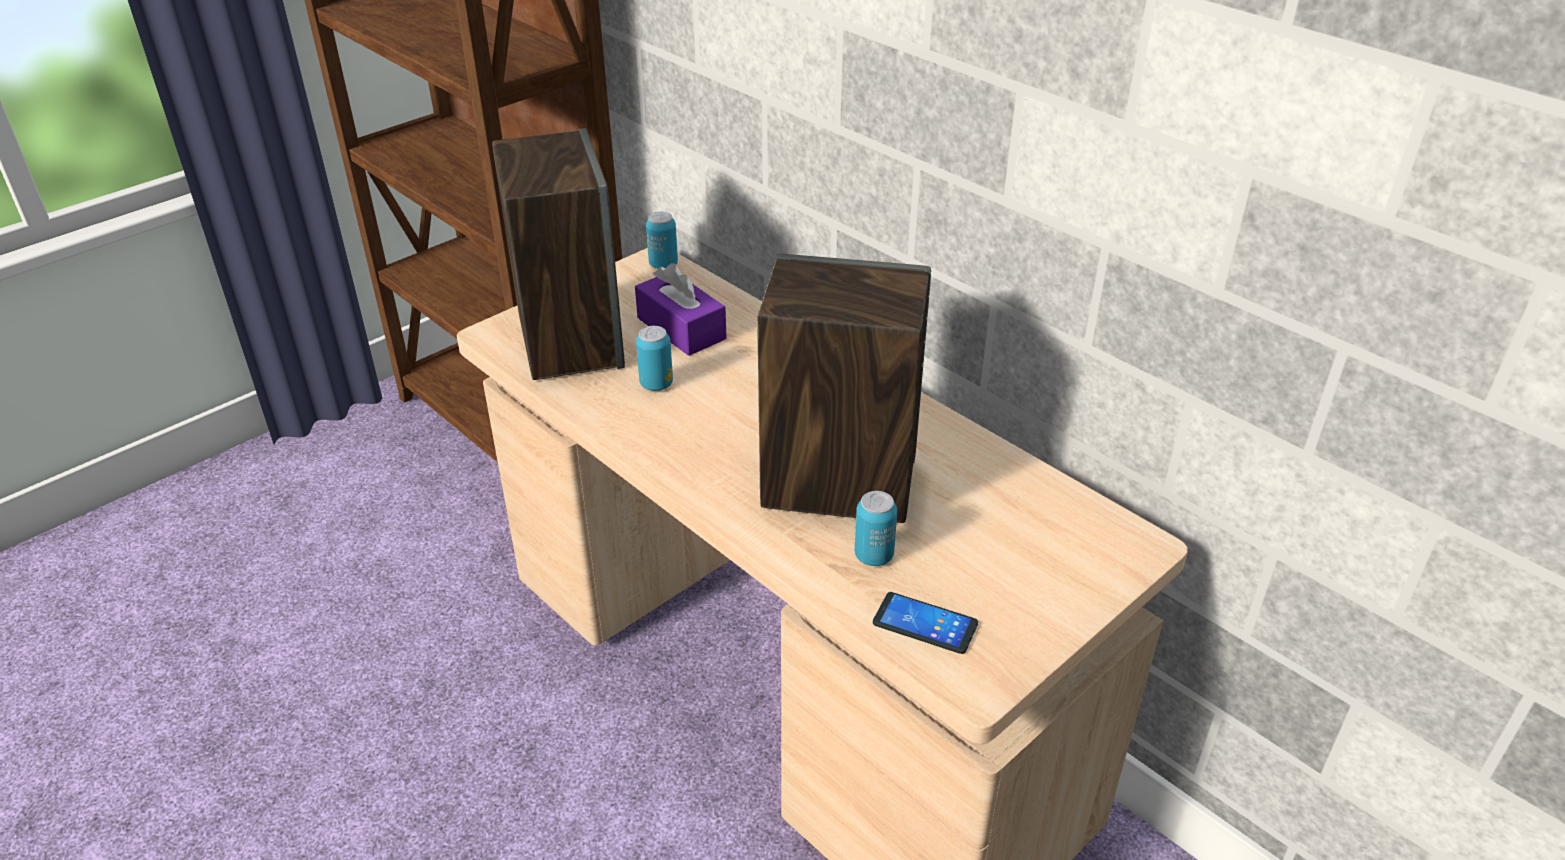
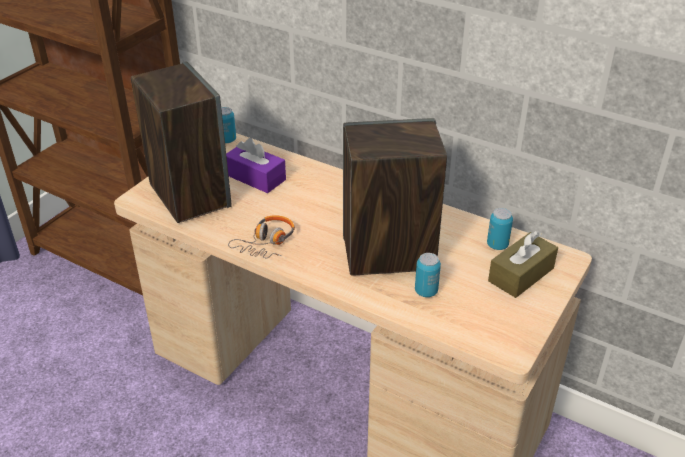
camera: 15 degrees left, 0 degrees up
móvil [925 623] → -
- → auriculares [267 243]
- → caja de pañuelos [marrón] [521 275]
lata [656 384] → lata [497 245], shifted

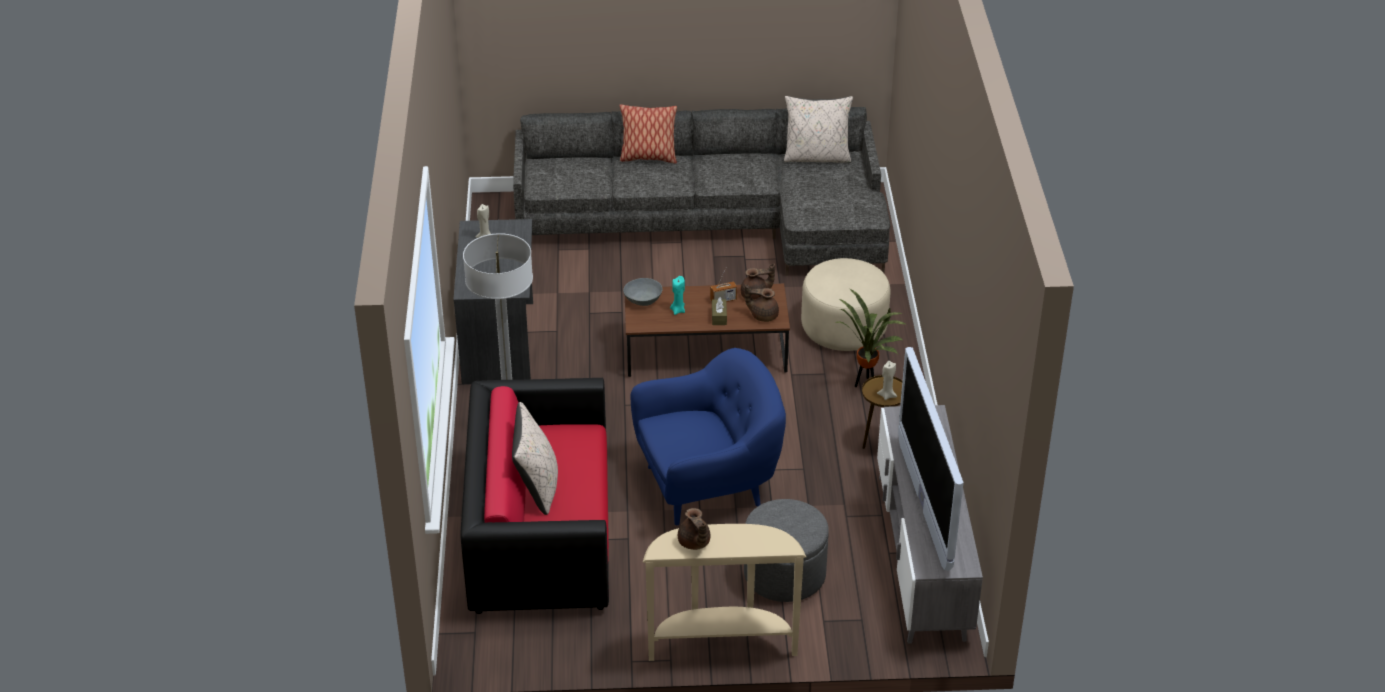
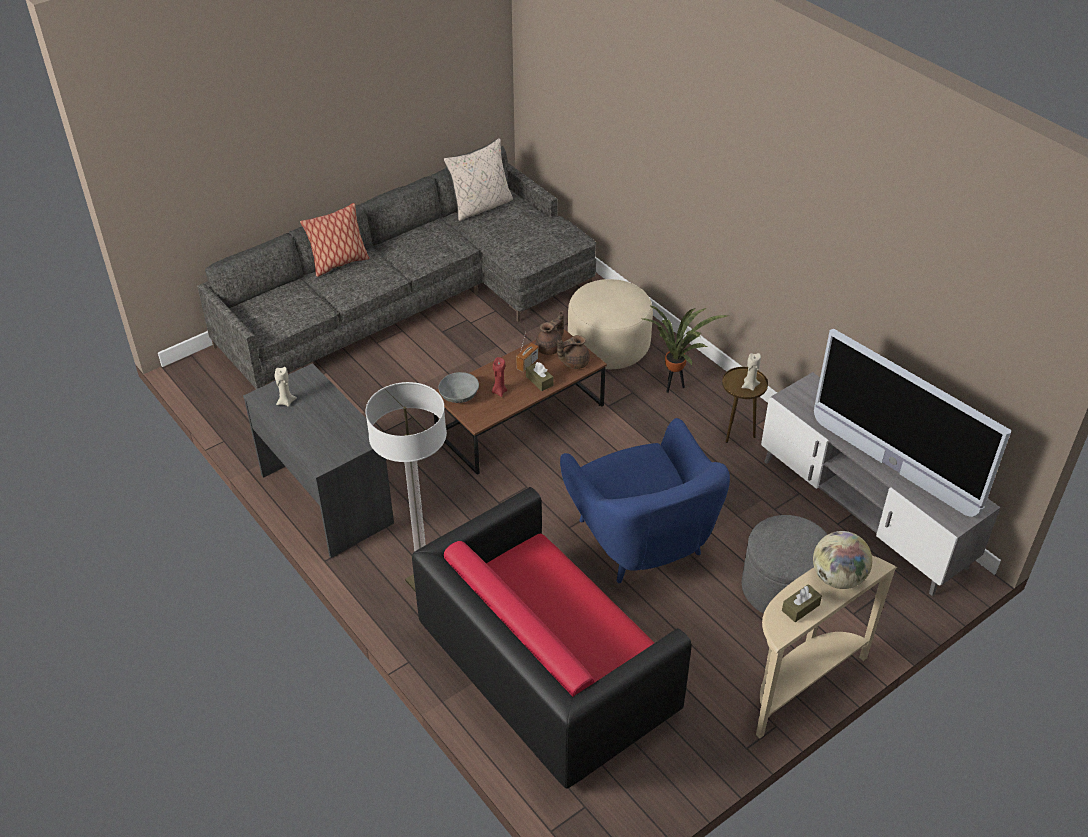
camera: 35 degrees left, 5 degrees up
cojín [beis] [537 487] → -
- → globo terráqueo [837 578]
tetera [marrón] [694 543] → caja de pañuelos [marrón] [800 608]
vela [turquesa] [678 310] → vela [rojo] [499 391]
sillón [azul] [708 485] → sillón [azul] [641 540], 120 degrees clockwise

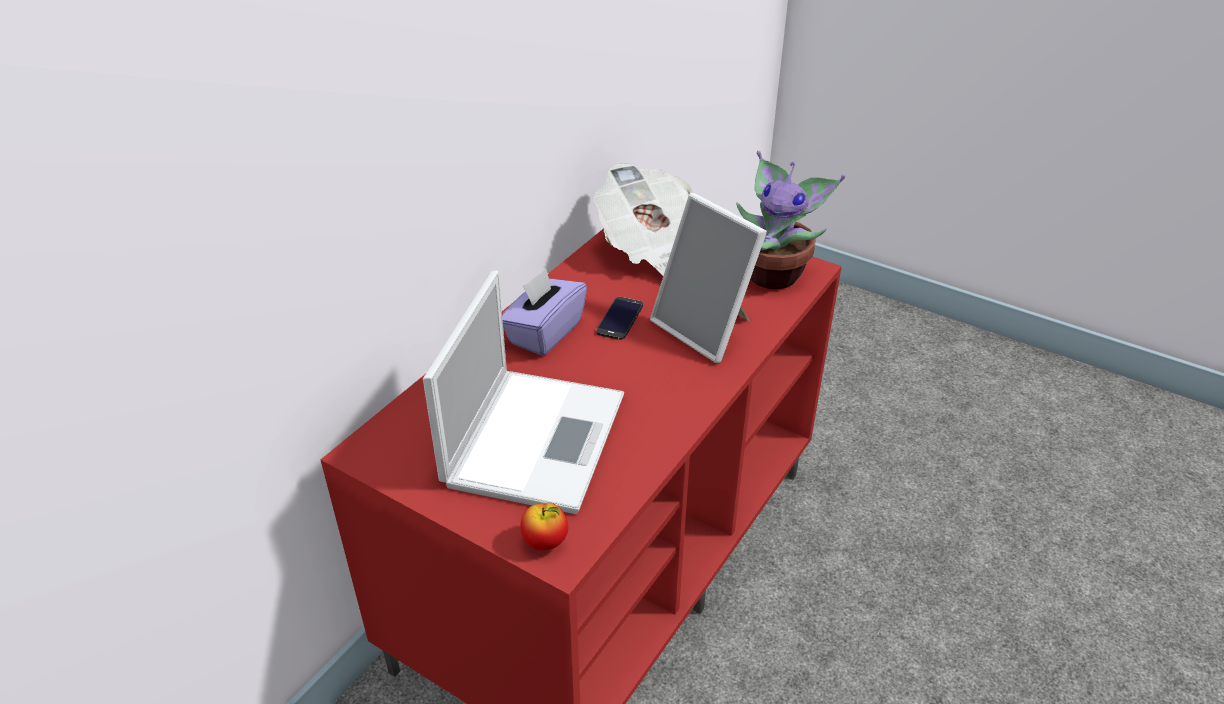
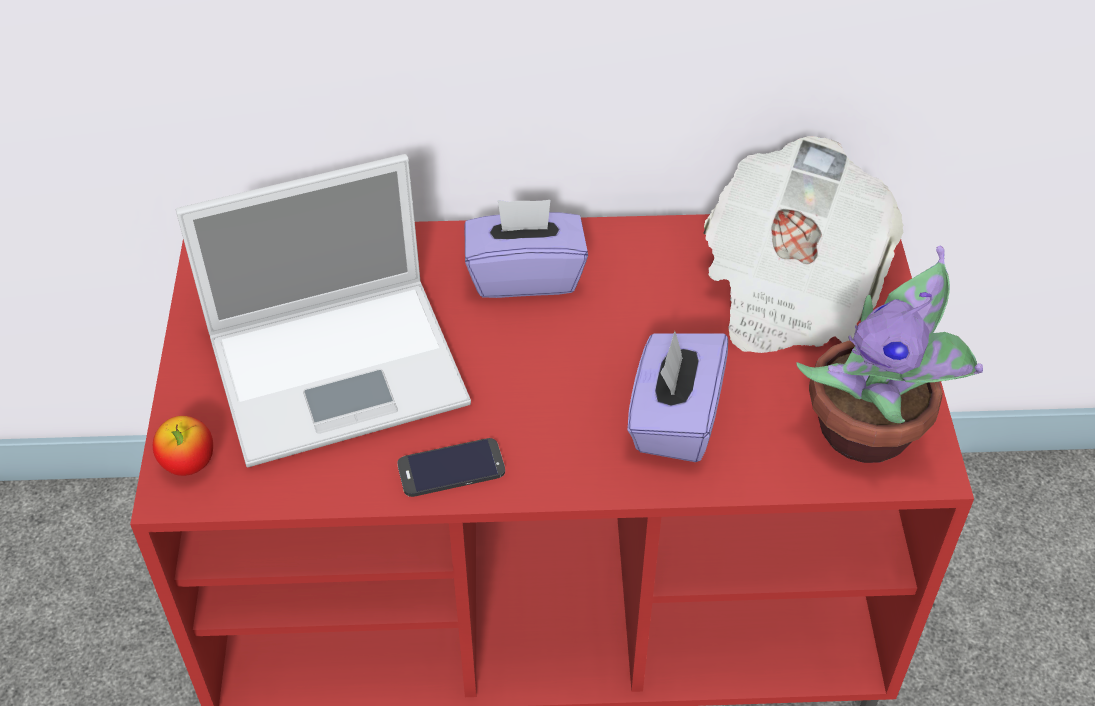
camera: 55 degrees right, 10 degrees up
móvil [619 319] → móvil [451 468], shifted
portarretratos [706 329] → caja de pañuelos [morado] [674 419]

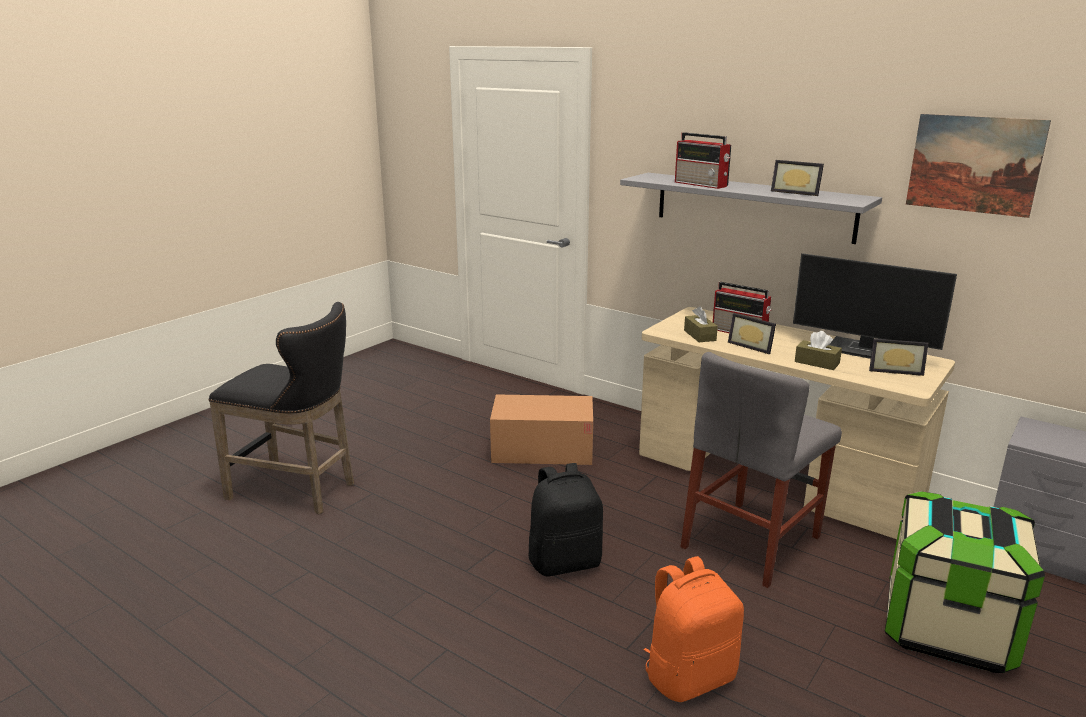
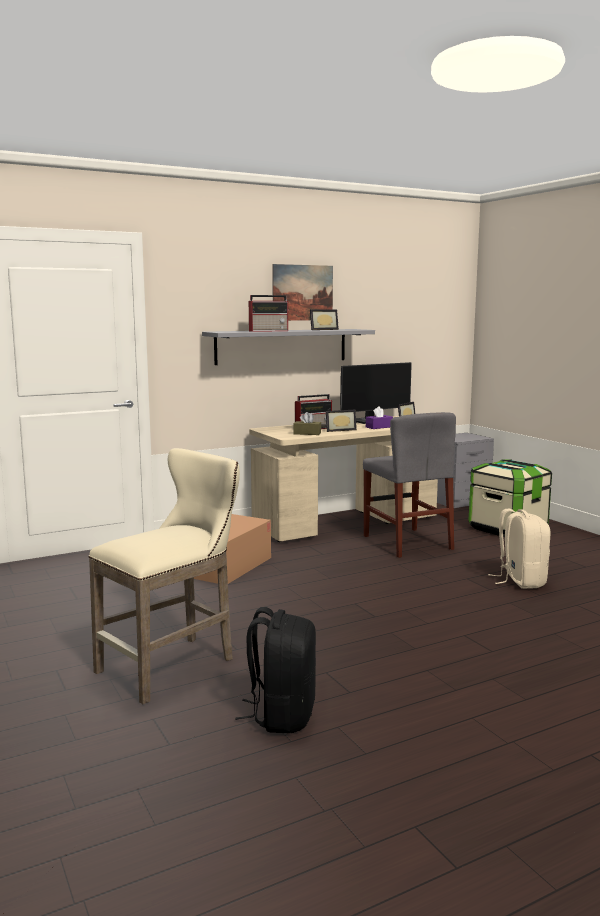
camera: 65 degrees left, 10 degrees down
mochila [negro] [565 562] → mochila [negro] [282 715], shifted
cuadro [974 164] → cuadro [302 292], shifted
taburete [negro] [298 491] → taburete [beis] [174 665]
mochila [naranja] [689 676] → mochila [beis] [520 581]
caja de pañuelos [marrón] [817 362] → caja de pañuelos [morado] [379 427]

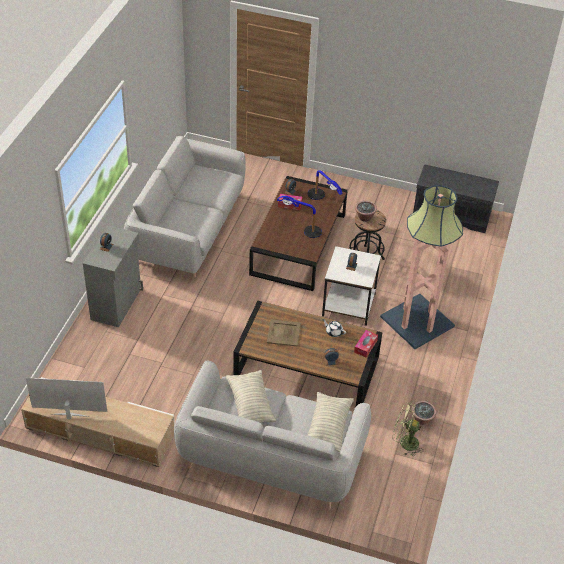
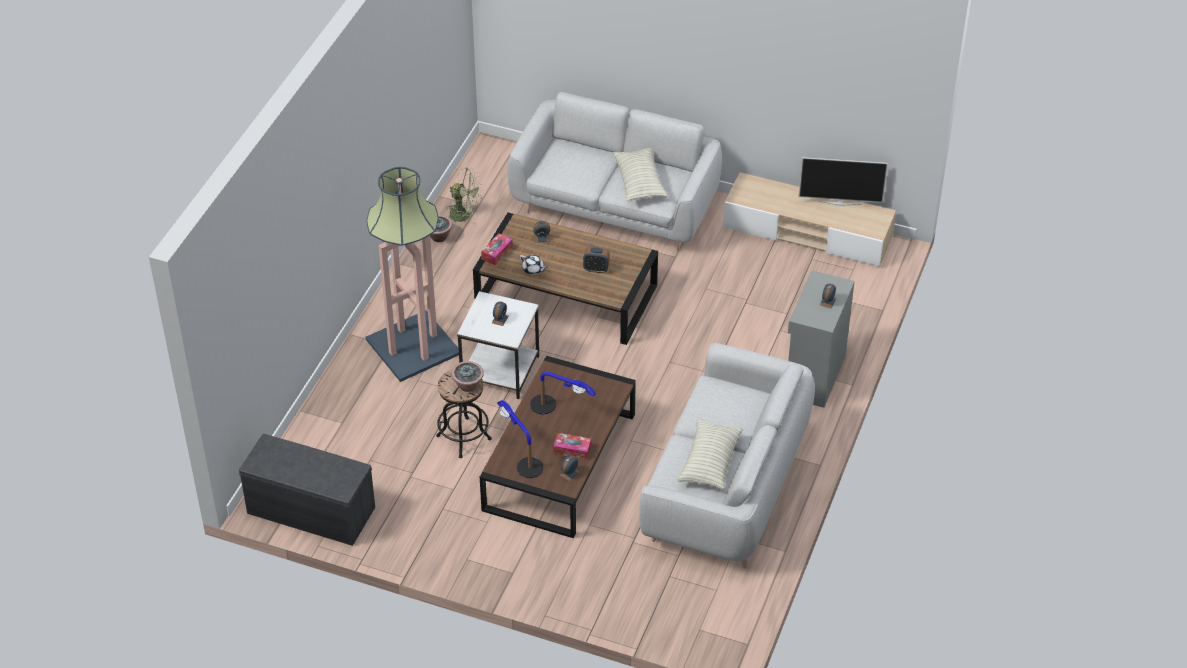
camera: 175 degrees left, 0 degrees up
cojín [328 427] → cojín [709 462], shifted
bandeja [beis] [283 333] → despertador [596 269]

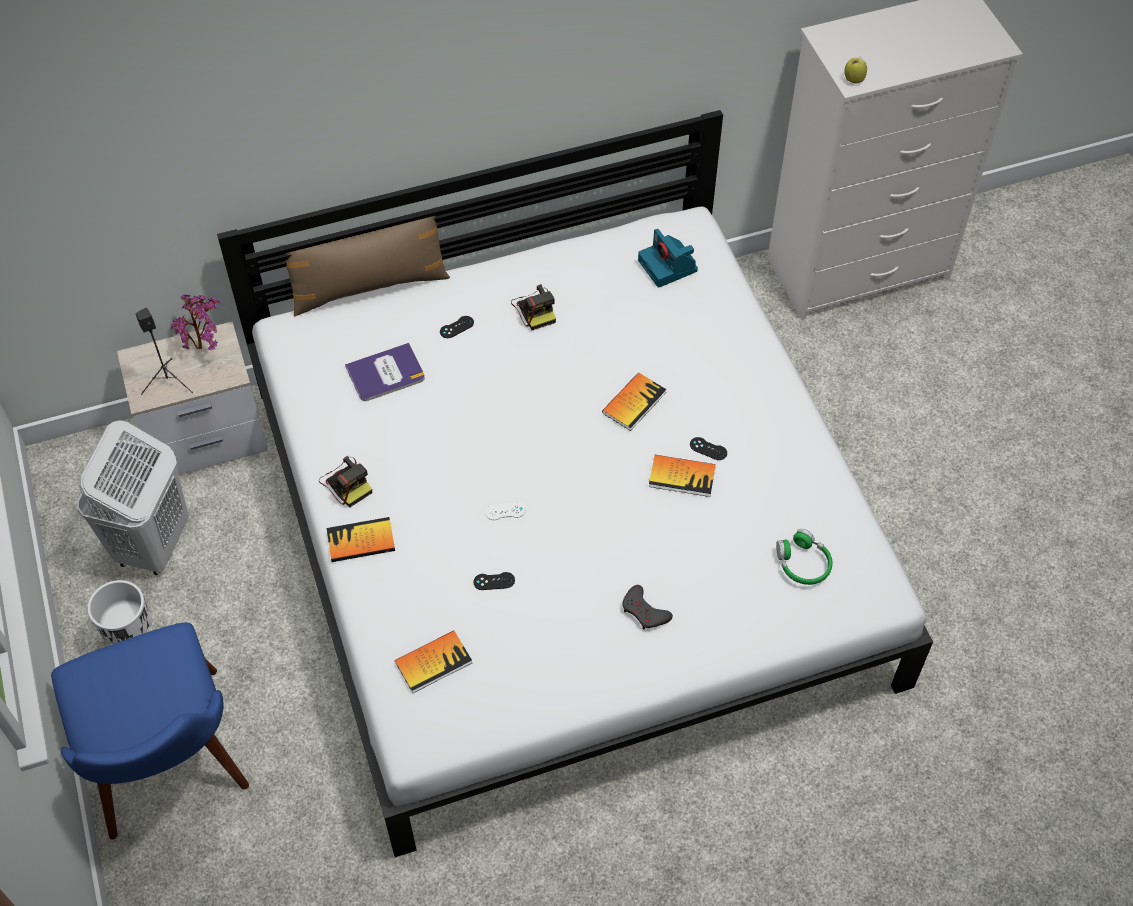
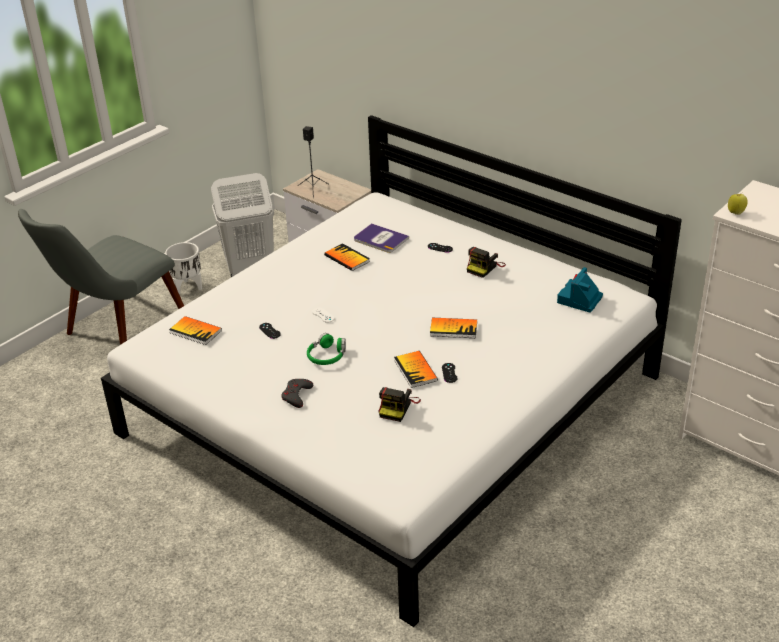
camera: 60 degrees right, 20 degrees down
planta en maceta [204 346] → -
cojín [marrón] [369 286] → -
cámara [346 483] → cámara [398 407], shifted
libro [361 541] → libro [347 258], shifted
auriculares [verde] [803 563] → auriculares [verde] [327 356], shifted
silla [azul] [169 773] → silla [gris] [116 334]

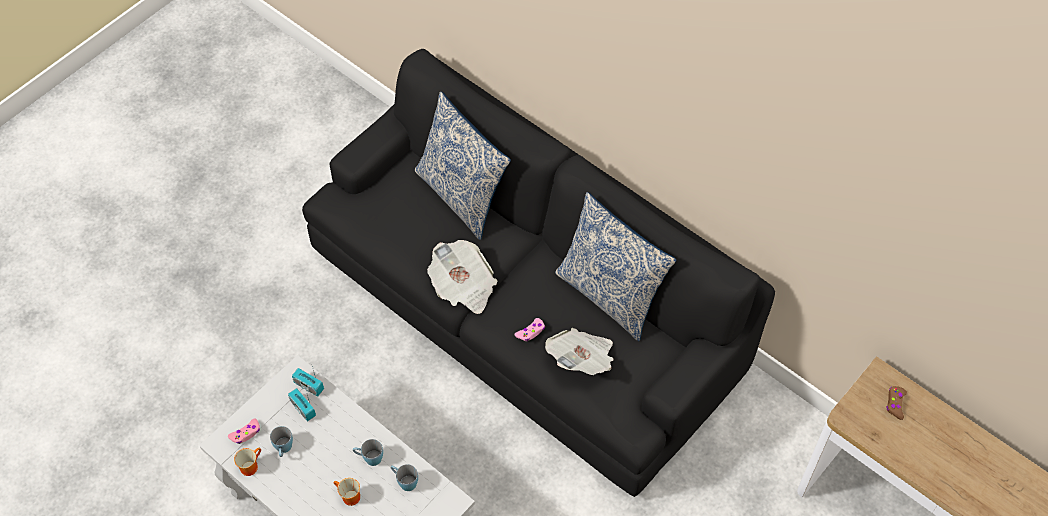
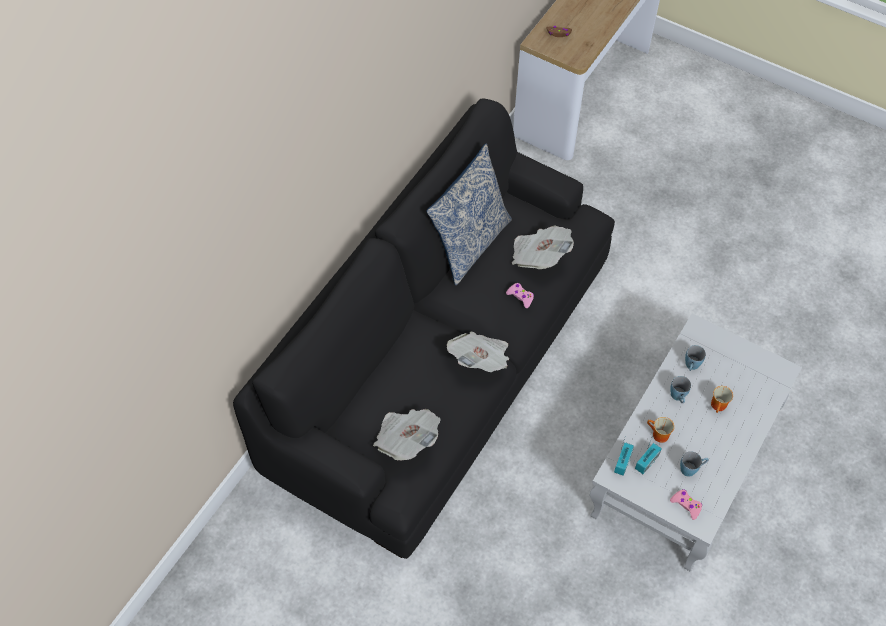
camera: 100 degrees left, 0 degrees up
cojín [462 195] → -
- → periódico [406 440]
taza grande [249 465] → taza grande [658 435], shifted

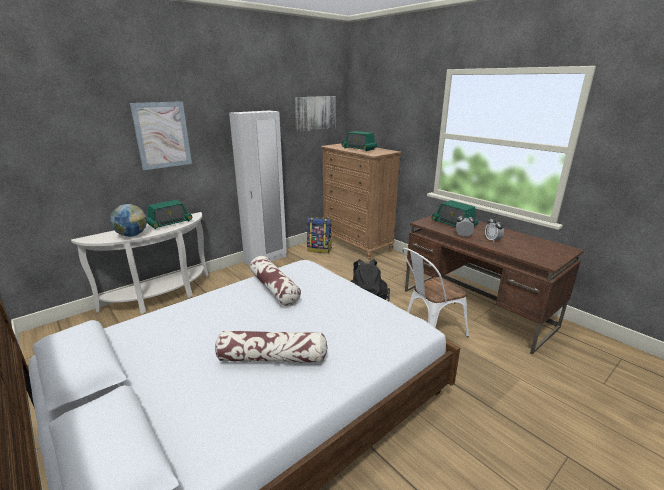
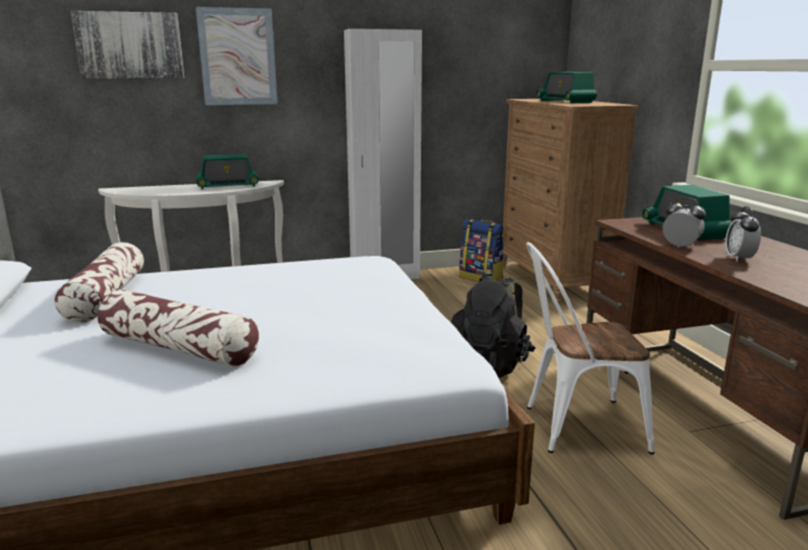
camera: 25 degrees right, 5 degrees down
globo terráqueo [132 235] → -
cojín [274 288] → cojín [106 297], shifted
cuadro [315 113] → cuadro [130 45], shifted

